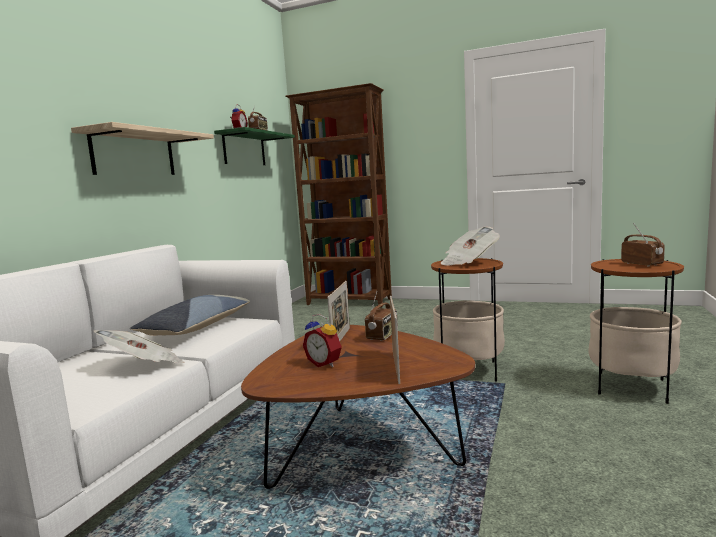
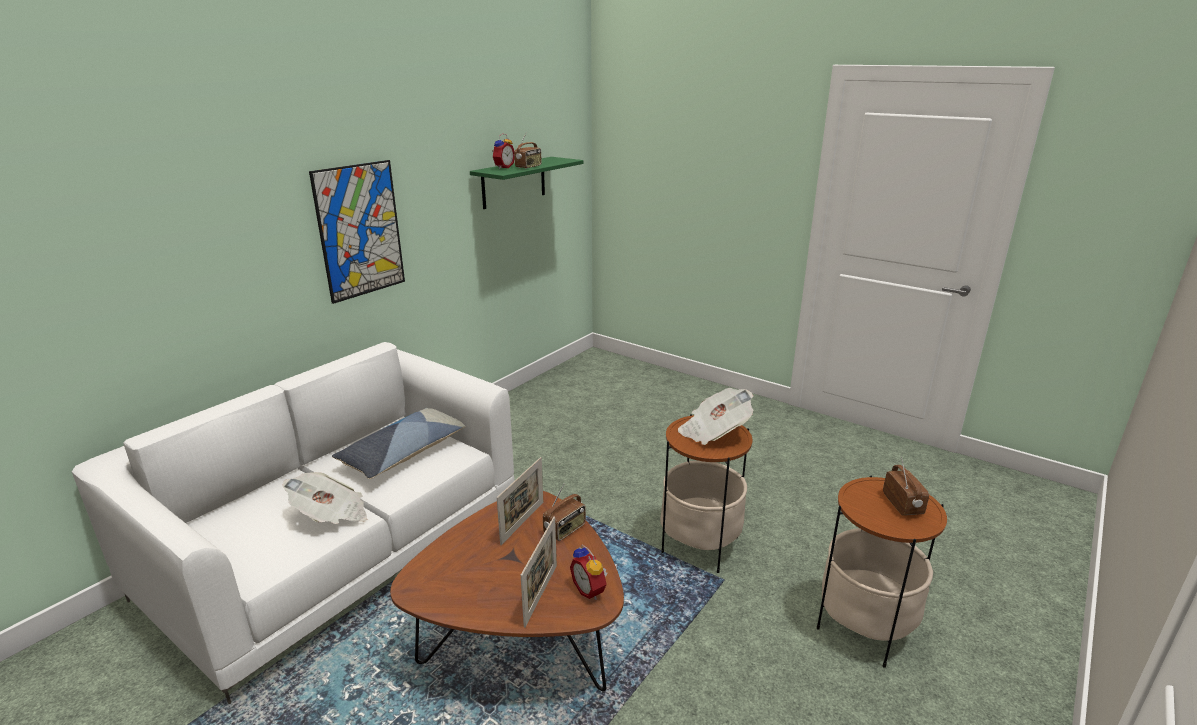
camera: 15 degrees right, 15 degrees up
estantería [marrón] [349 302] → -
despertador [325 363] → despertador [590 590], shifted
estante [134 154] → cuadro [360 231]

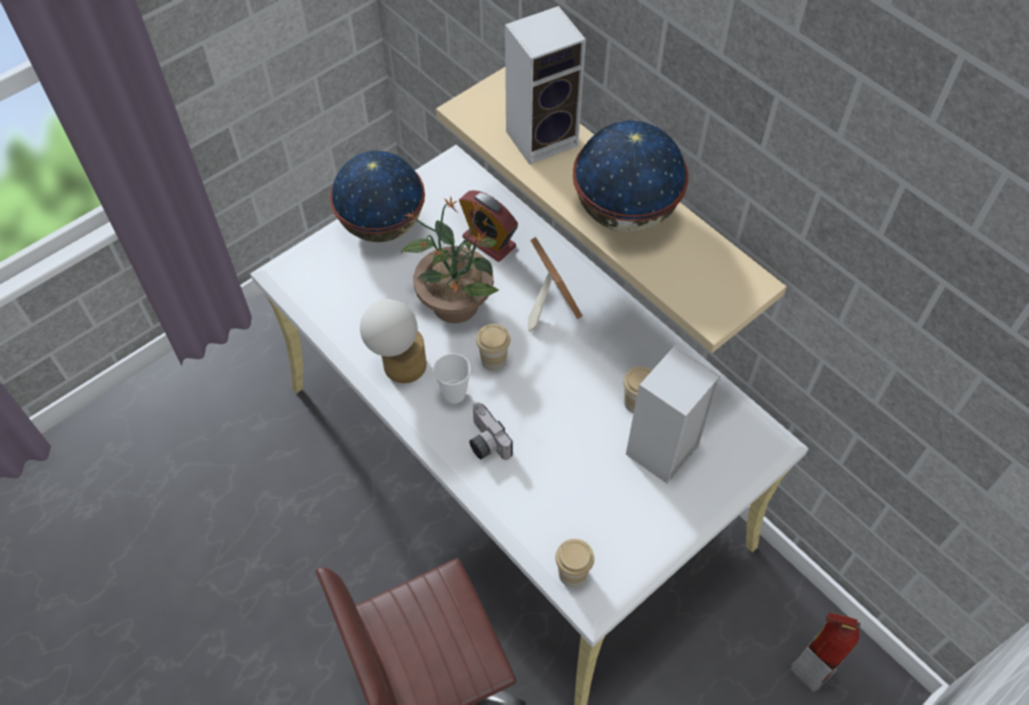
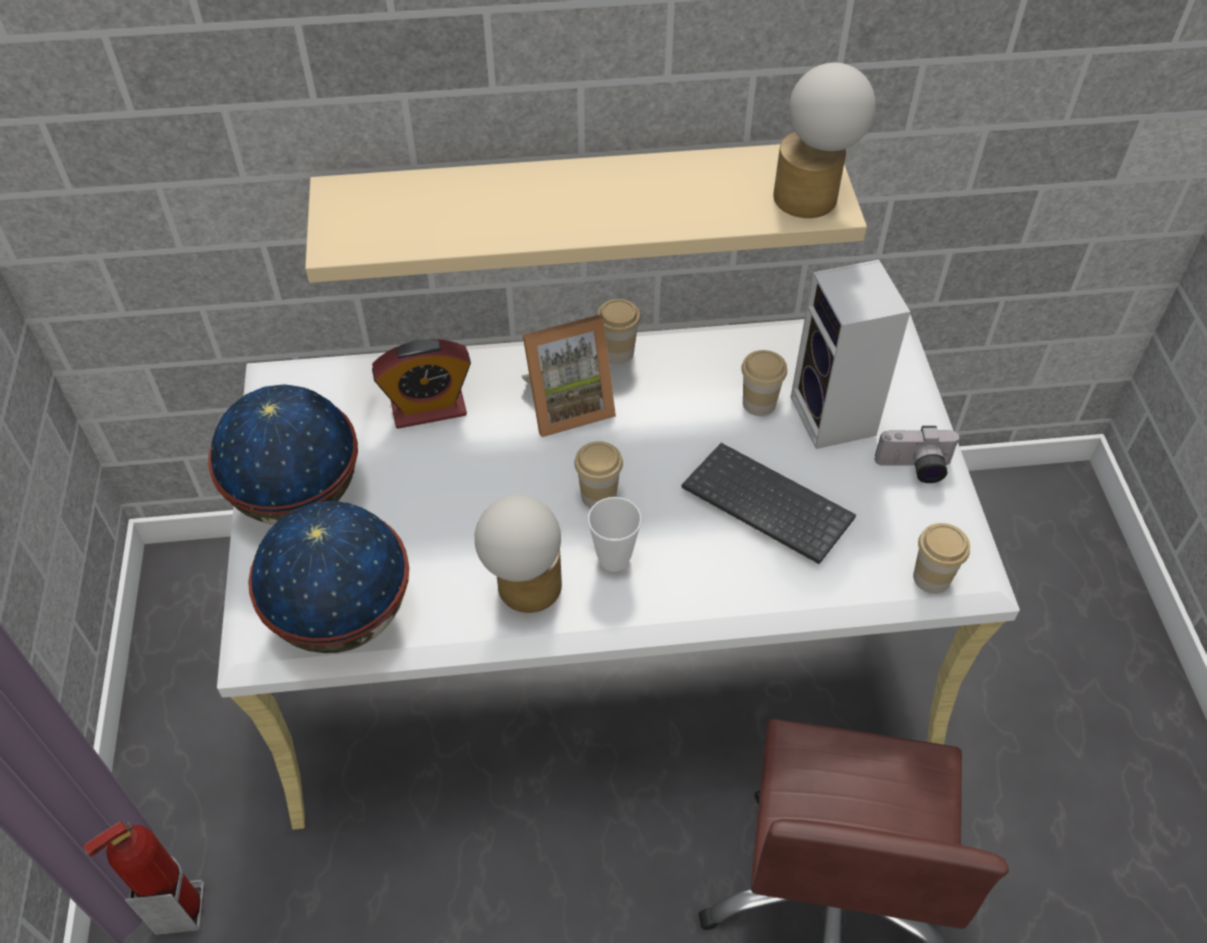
camera: 55 degrees left, 5 degrees down
planta en maceta [455 302] → -
altavoz [543 137] → -
- → taza [618 352]
- → teclado [763 505]
- → lámpara de mesa [814 195]
cámara [485 442] → cámara [914 468], shifted
globo terráqueo [624 213] → globo terráqueo [342 617], shifted
extintor [811 668] → extintor [179 909], shifted
portarretratos [548 305] → portarretratos [567 405], 150 degrees clockwise

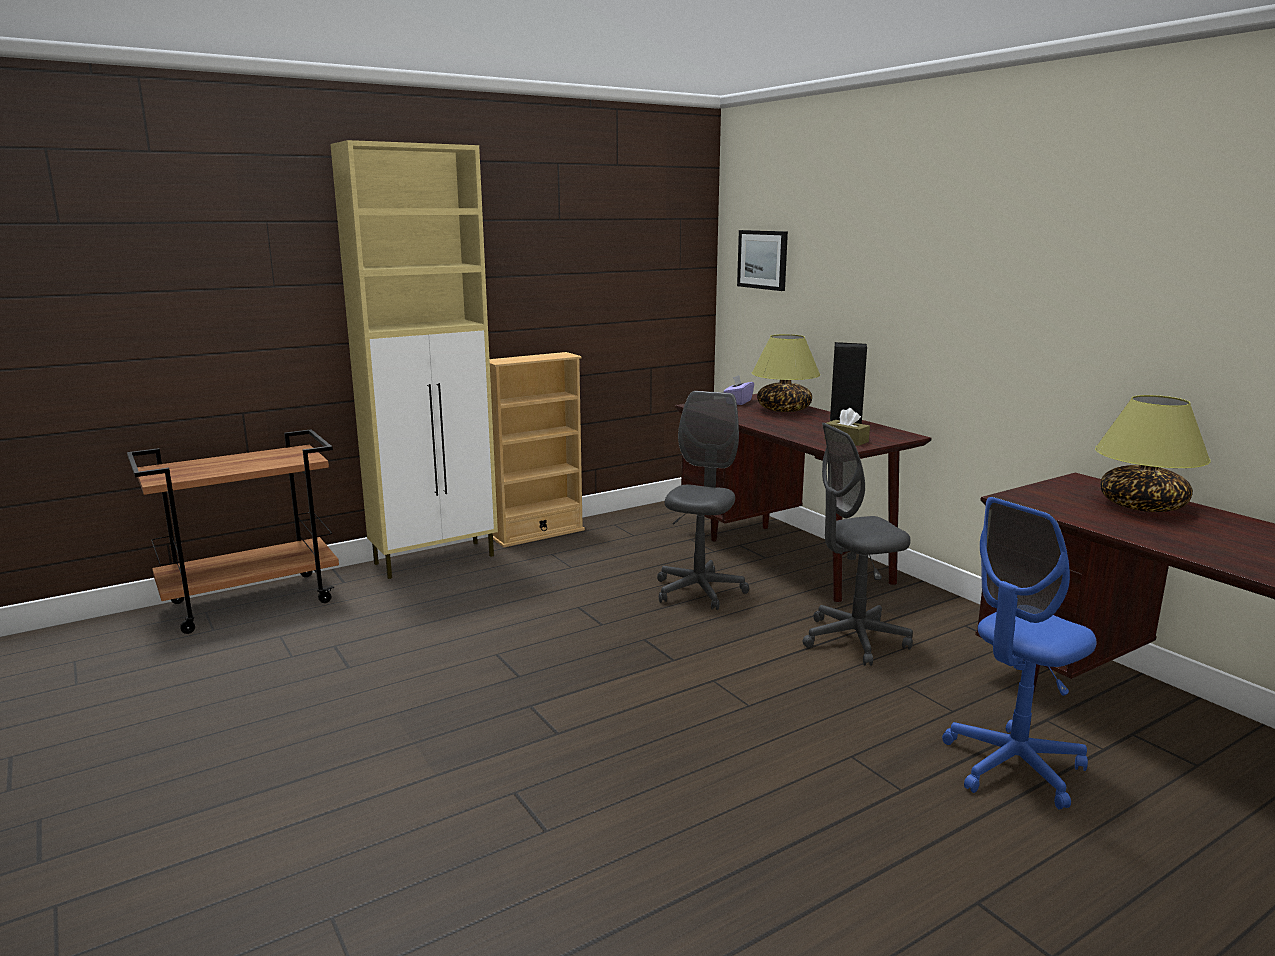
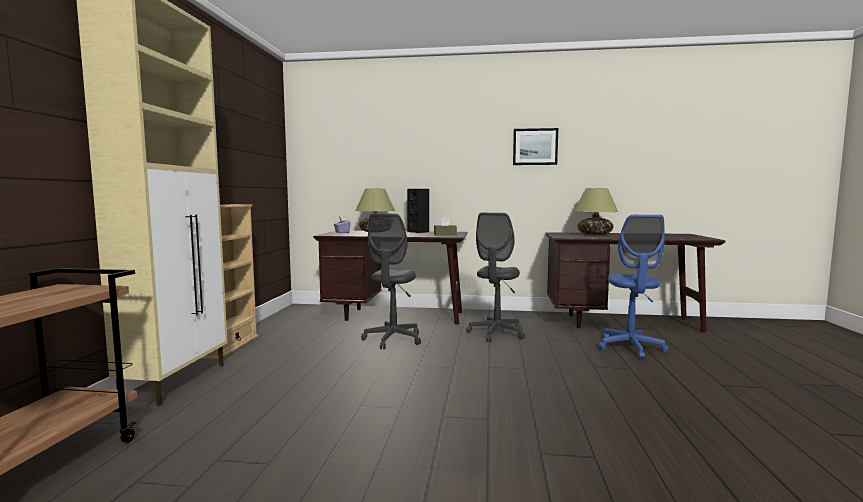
camera: 50 degrees left, 10 degrees down
cuadro [763 259] → cuadro [535 147], shifted
silla de oficina [gris] [699 591] → silla de oficina [gris] [393 339], 135 degrees counterclockwise

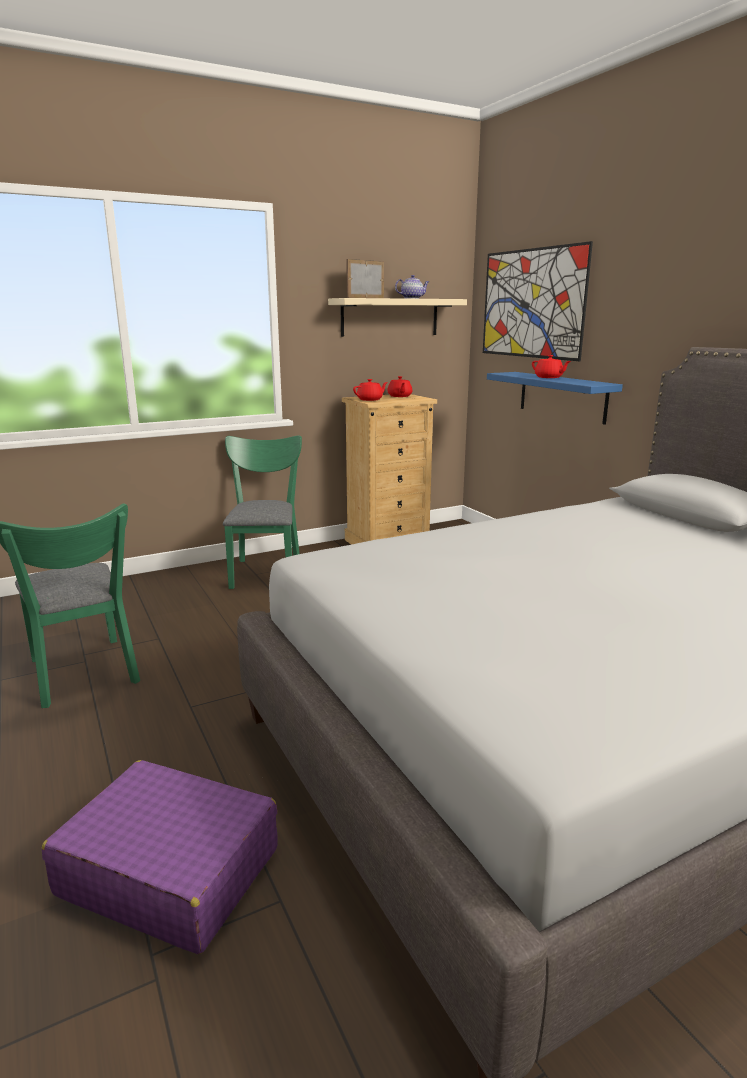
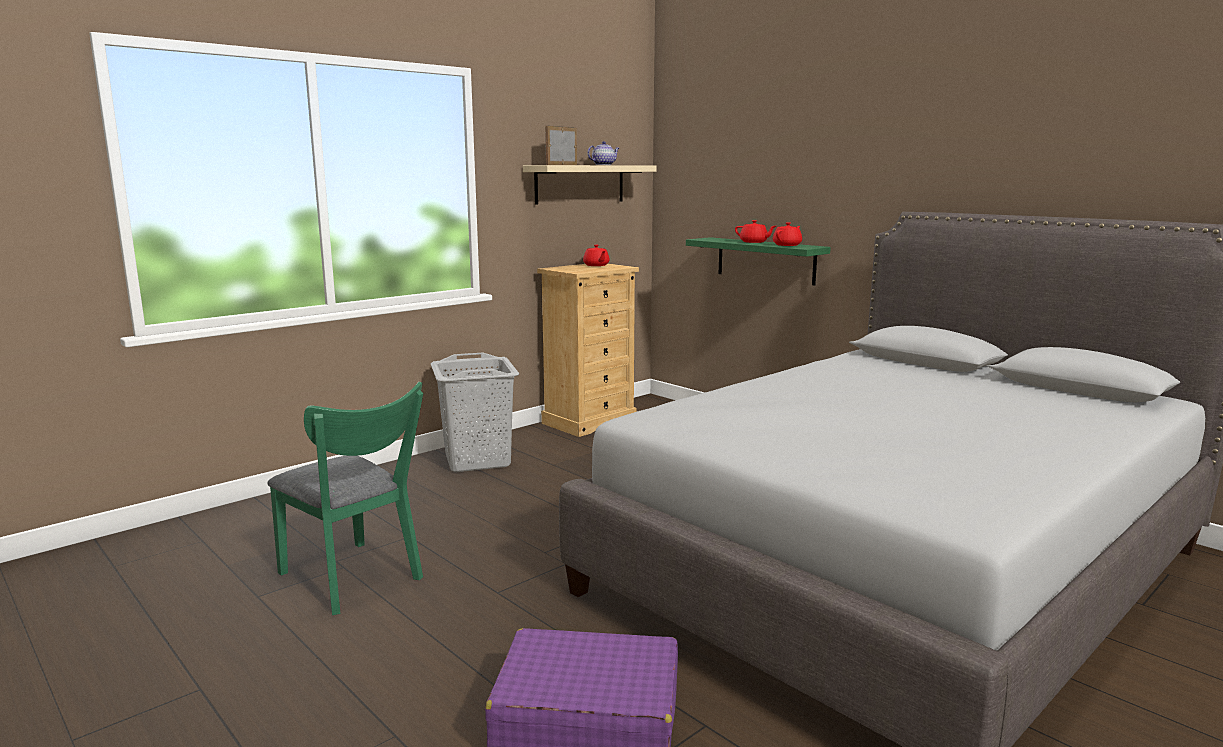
camera: 15 degrees left, 5 degrees down
cuadro [531 303] → -
tetera [rojo] [370 399] → tetera [rojo] [787 245], shifted
silla [verde] [266 570] → cesto de la ropa [gris] [478 460]
estante [azul] [562 396] → estante [verde] [765 260]

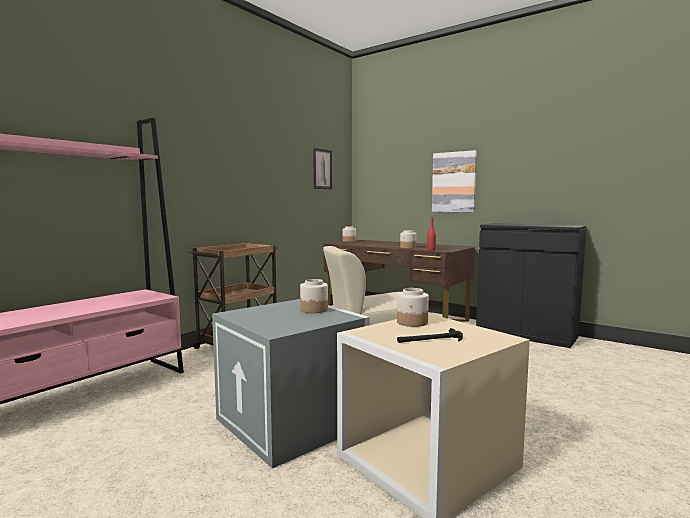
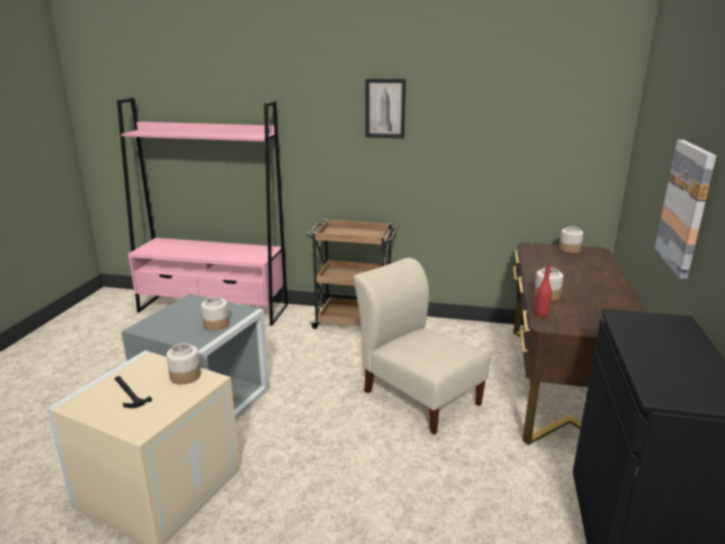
camera: 65 degrees right, 15 degrees up
cuadro [322 169] → cuadro [385 108], shifted

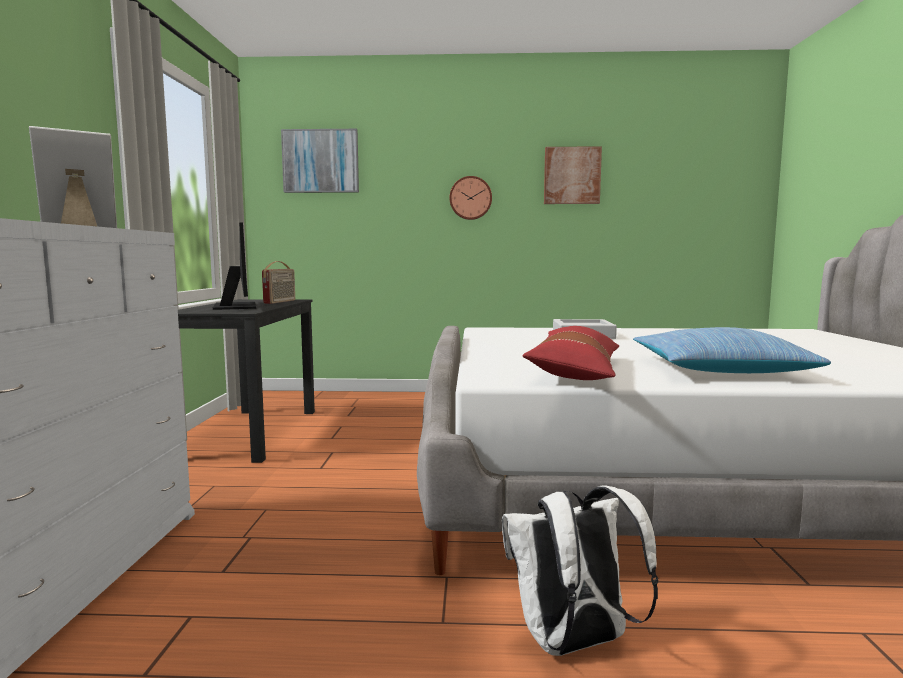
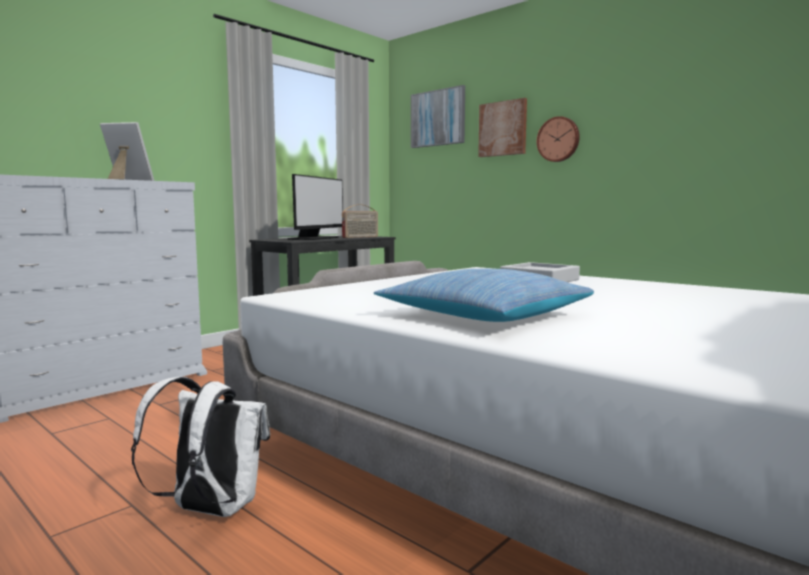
camera: 40 degrees right, 0 degrees up
cojín [rojo] [576 371] → -
cuadro [572 175] → cuadro [503 128], shifted

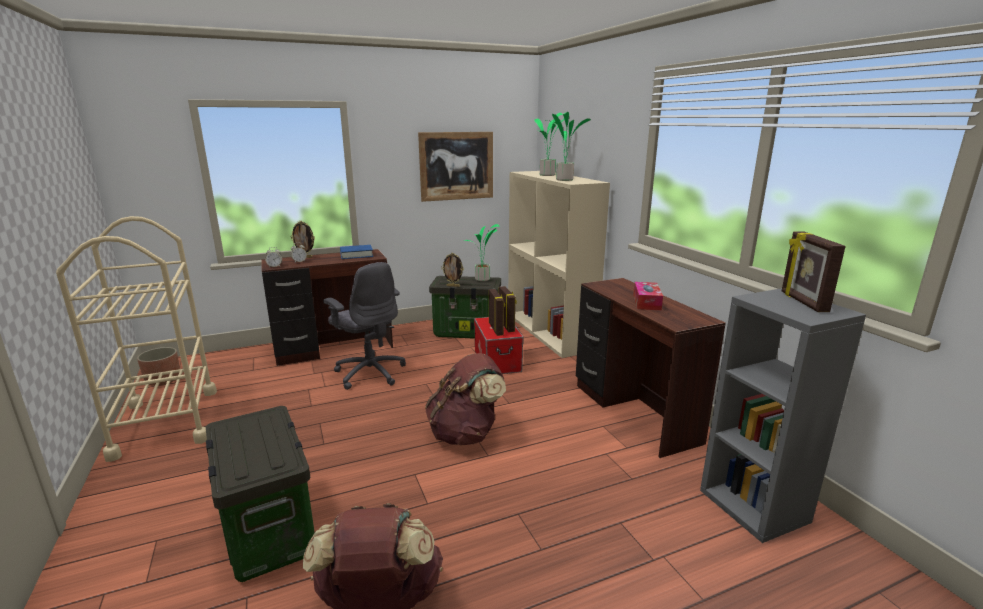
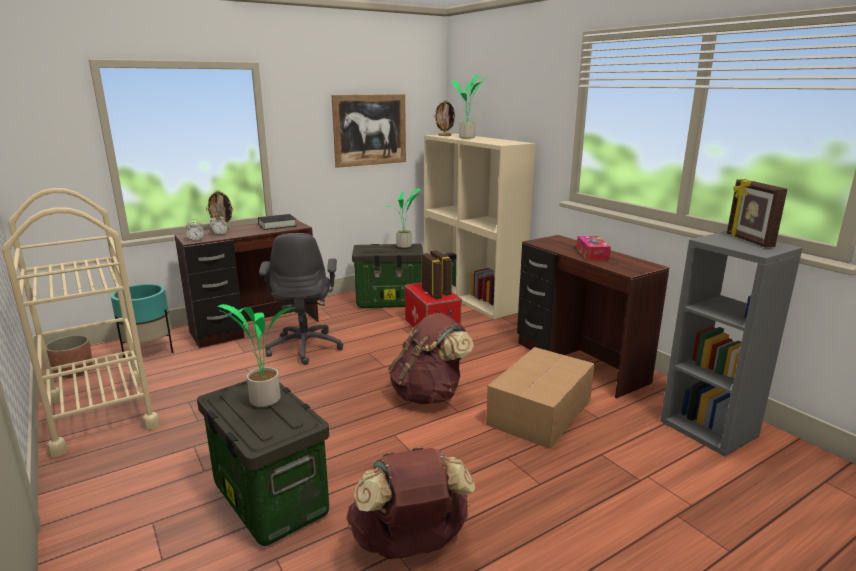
camera: 10 degrees left, 0 degrees up
- → maceta [turquesa] [149 351]
- → caja de cartón [538 412]
portarretratos [453 286] → portarretratos [444 135], shifted
planta en maceta [563 180] → planta en maceta [263 400], shifted
libro [azul] [356 255] → libro [negro] [277 225]
silla de oficina [gris] [370 373] → silla de oficina [gris] [305 347], 45 degrees clockwise

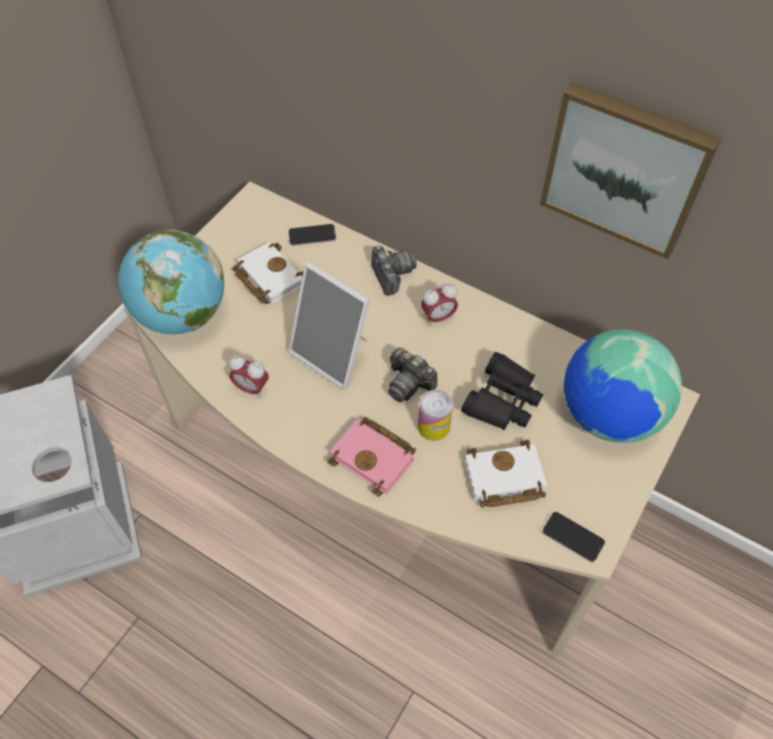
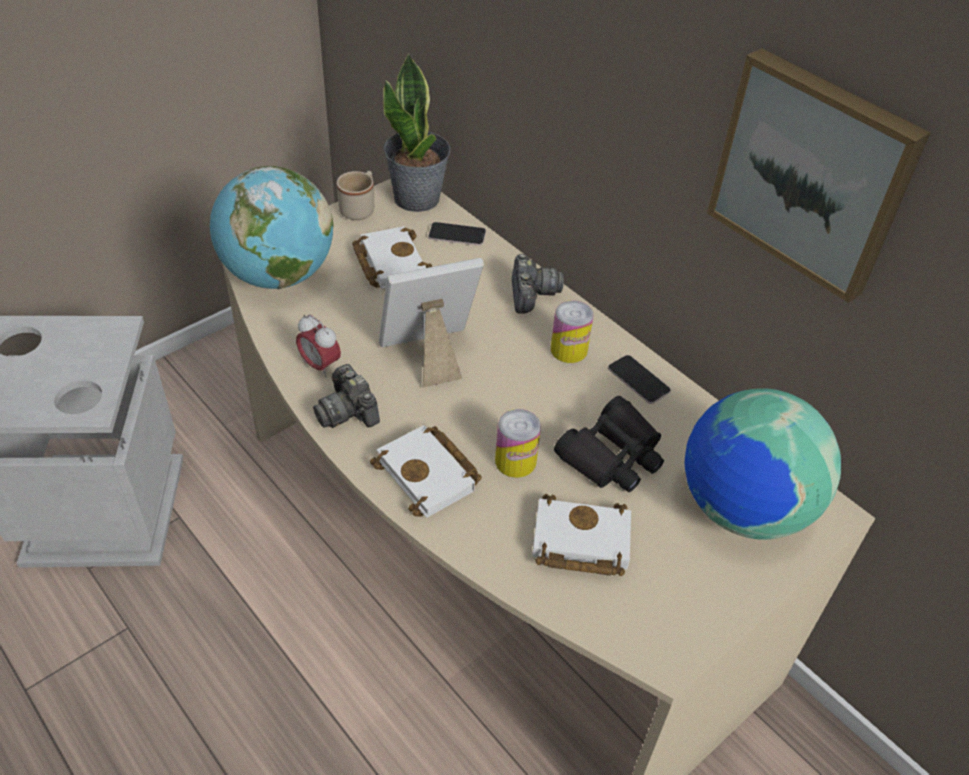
camera: 15 degrees right, 10 degrees down
- → taza grande [beis] [360 208]
- → planta en maceta [417 198]
cámara [408 383] → cámara [348 411], shifted
móvil [573 537] → móvil [638 380], shifted
despertador [438 317] → lata [568 349]
libro [rosa] [375 458] → libro [blanco] [430 476]
portarretratos [334 354] → portarretratos [429 356], 105 degrees clockwise

